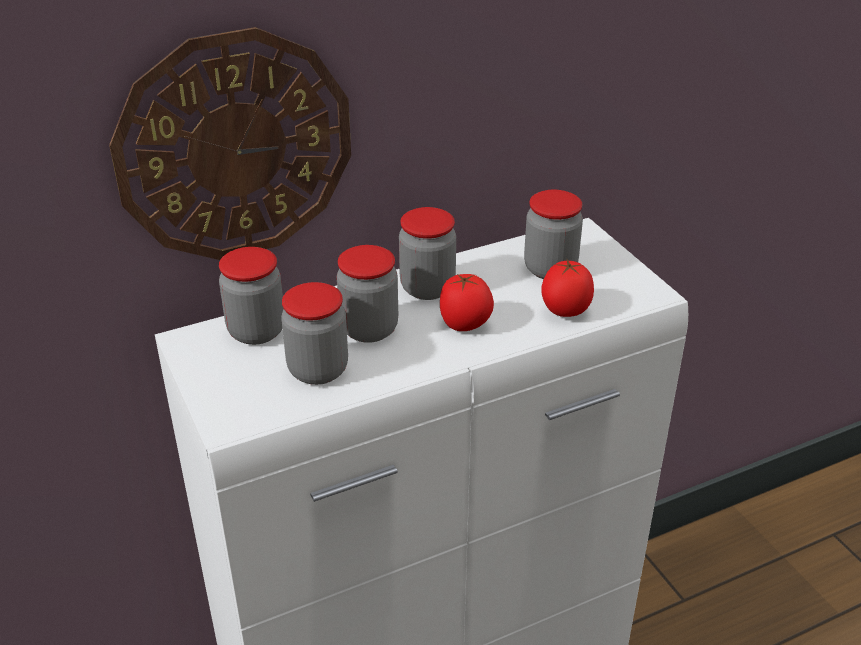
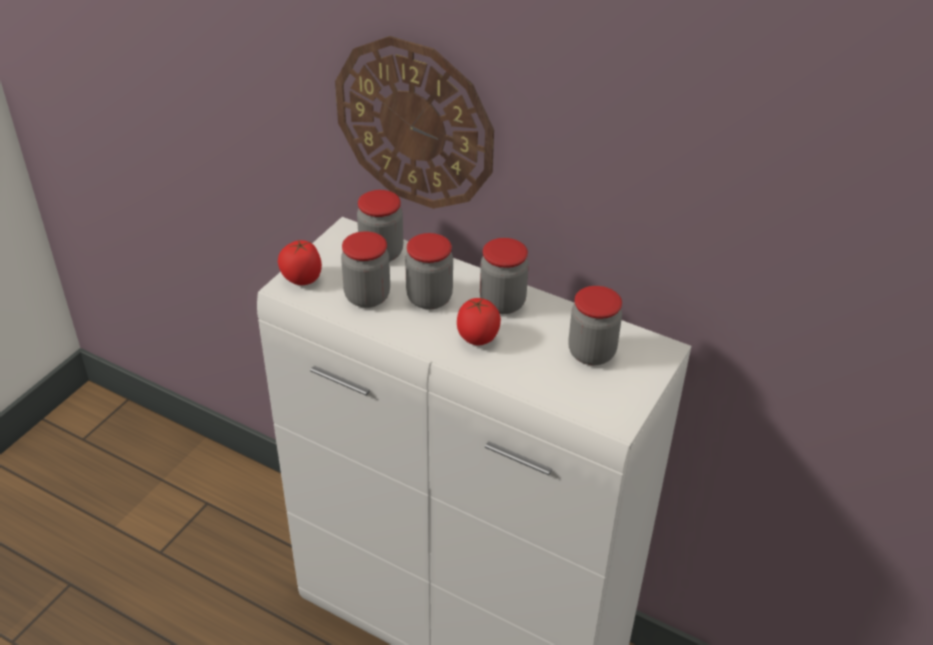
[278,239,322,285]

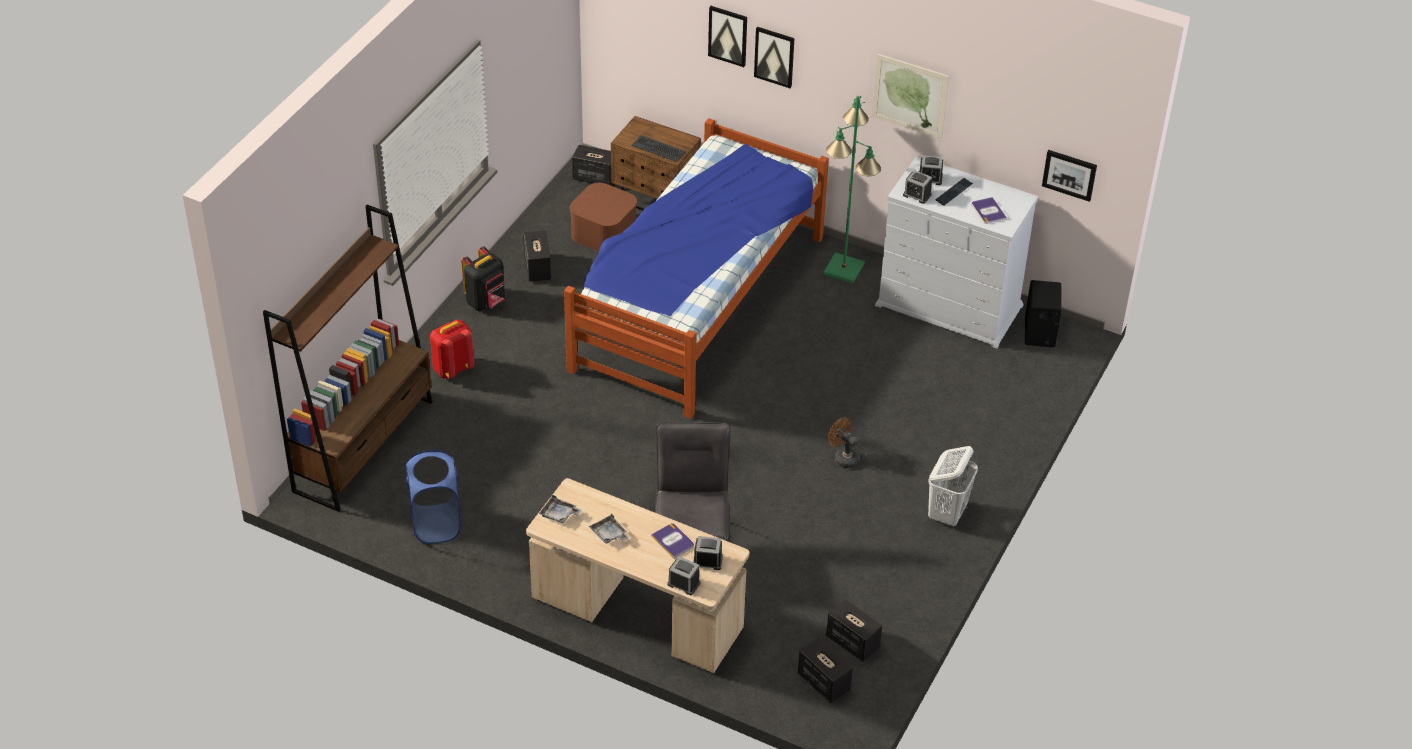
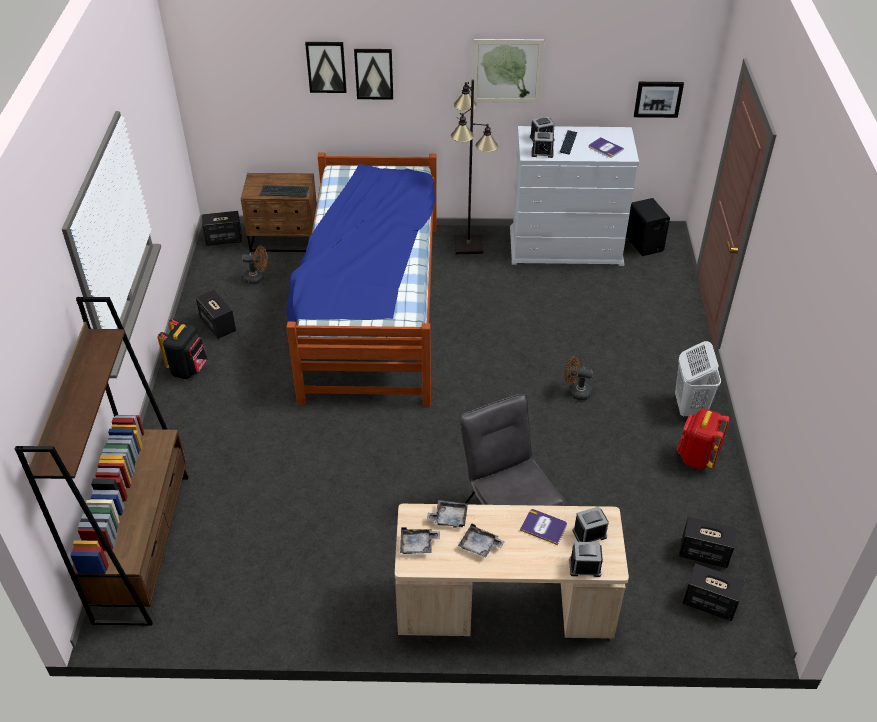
[242,246,268,284]
[427,500,468,528]
[451,79,498,254]
[676,408,730,470]
[406,450,461,544] (first image)

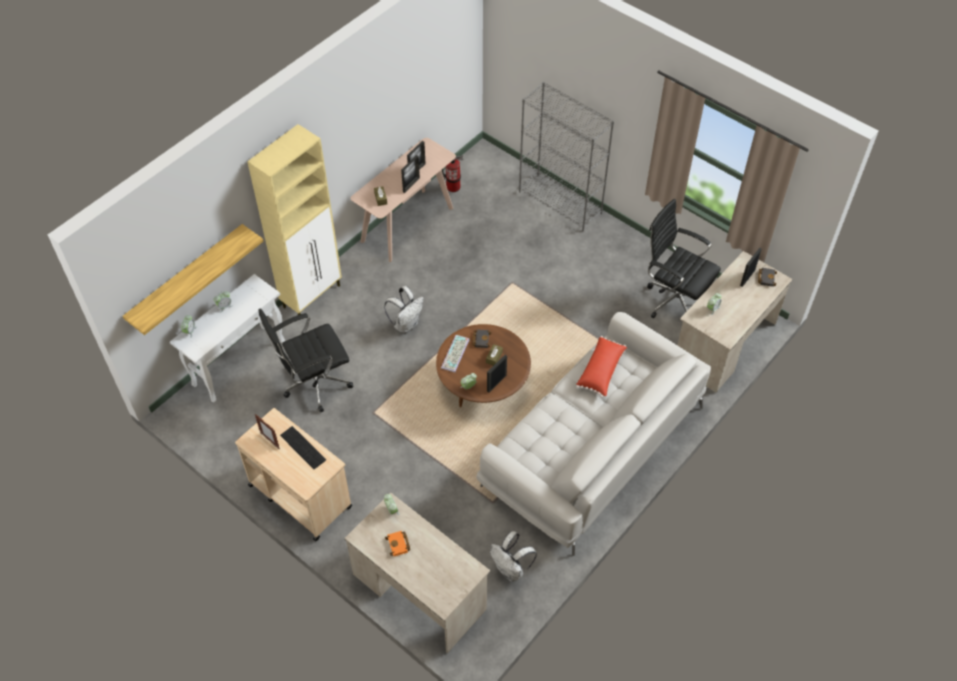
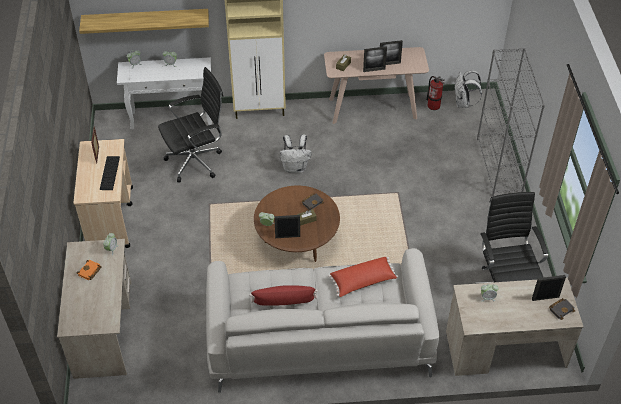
[158,67,223,182]
[249,285,318,306]
[454,70,482,108]
[441,335,470,372] (first image)

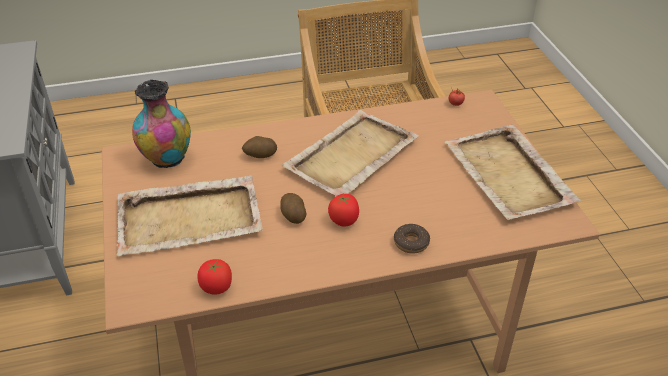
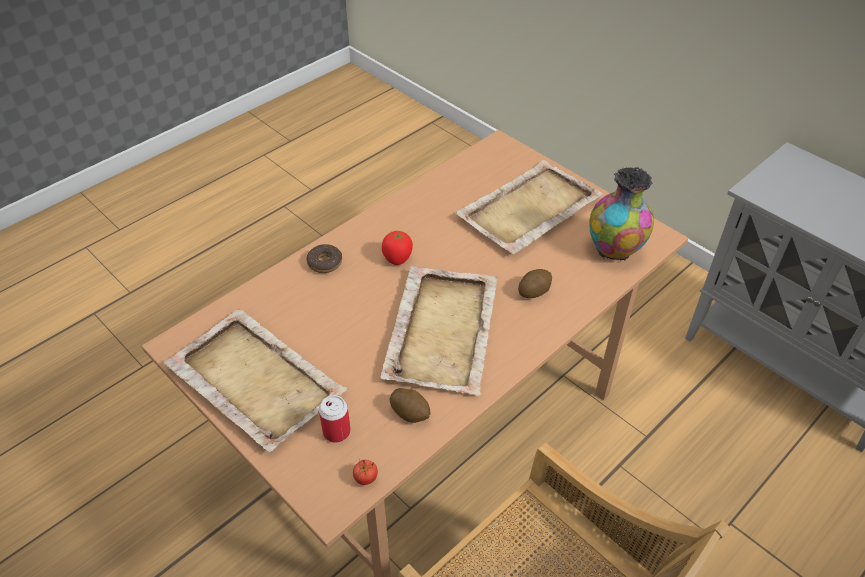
[319,395,351,442]
[390,388,431,423]
[198,259,232,295] (first image)

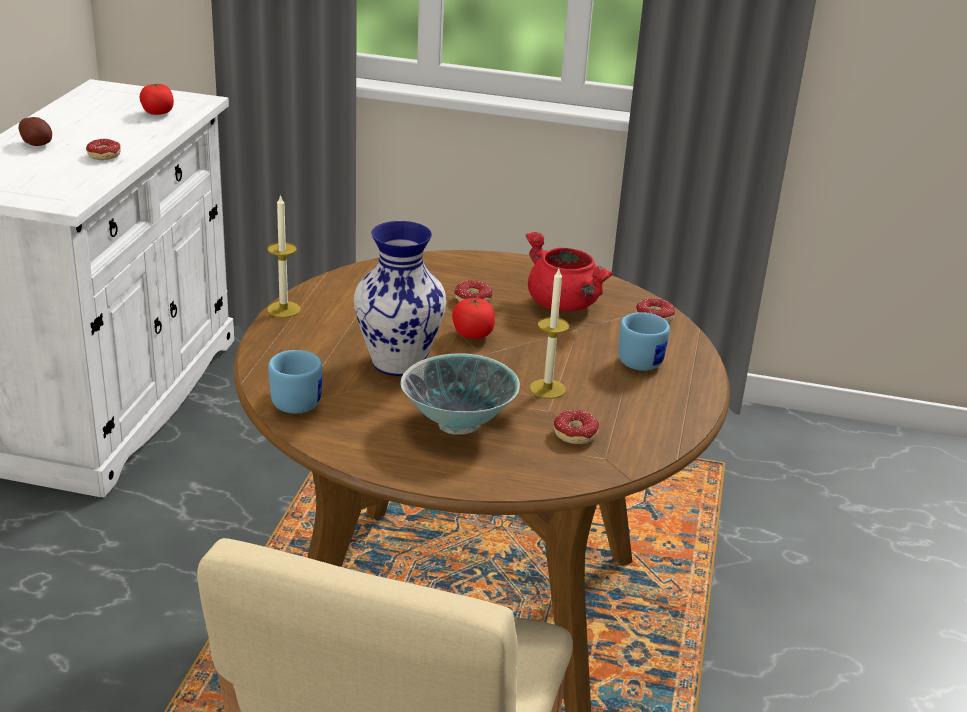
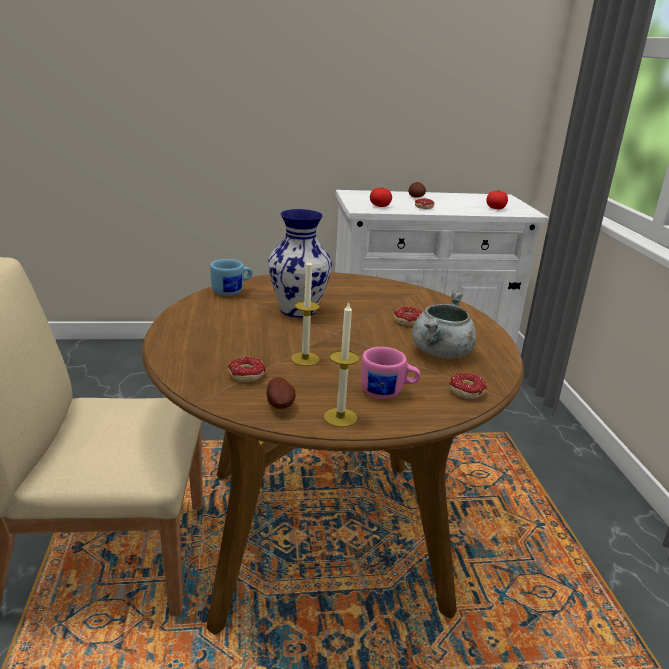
[267,377,296,409]
[324,301,360,427]
[361,347,420,399]
[370,187,392,207]
[412,289,476,358]
[400,353,520,435] (first image)

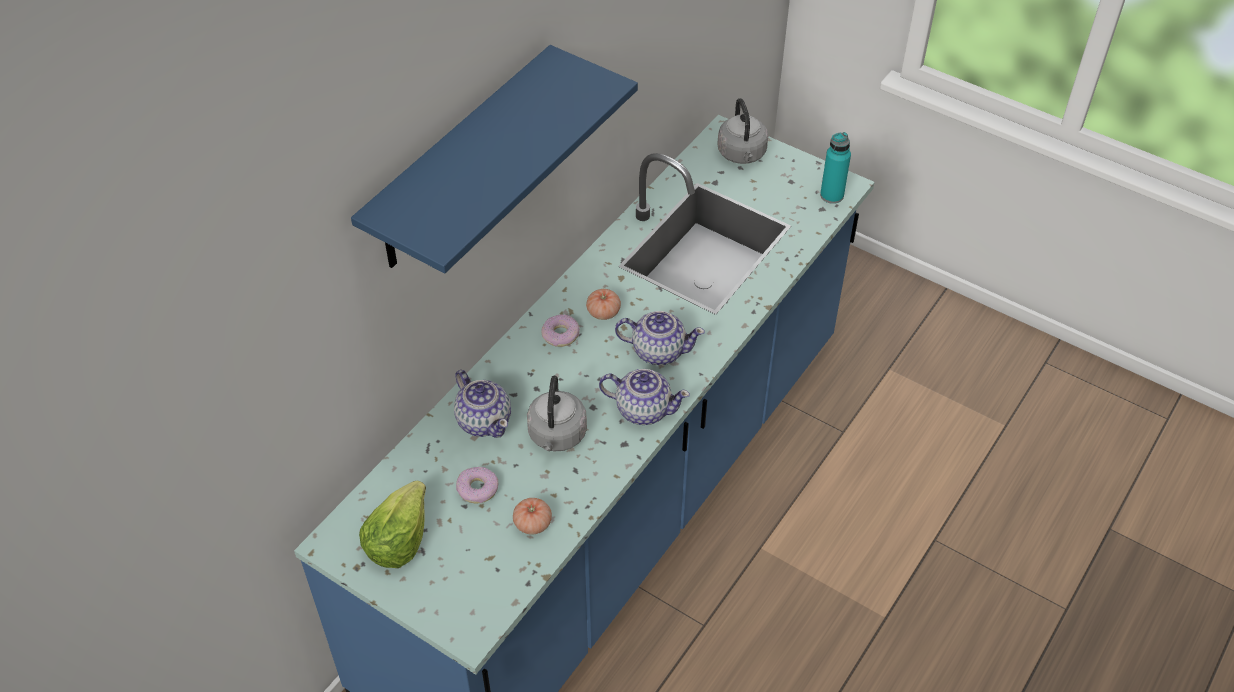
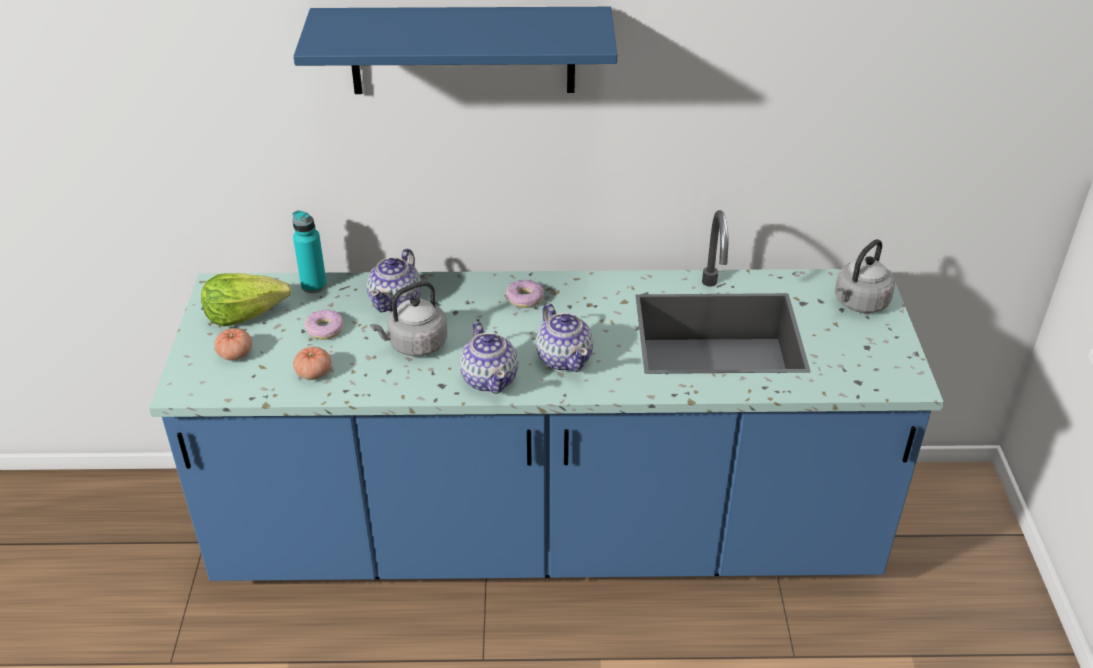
[214,328,252,360]
[292,210,327,293]

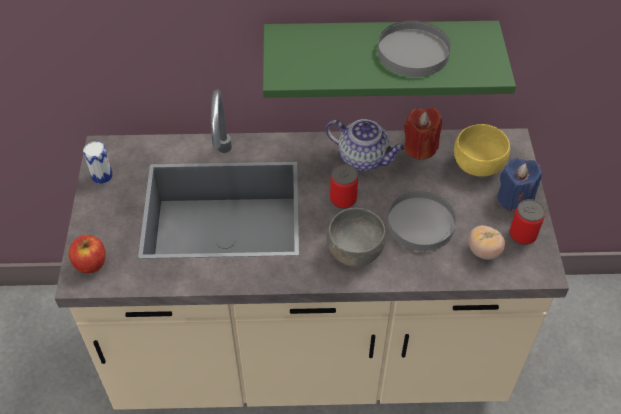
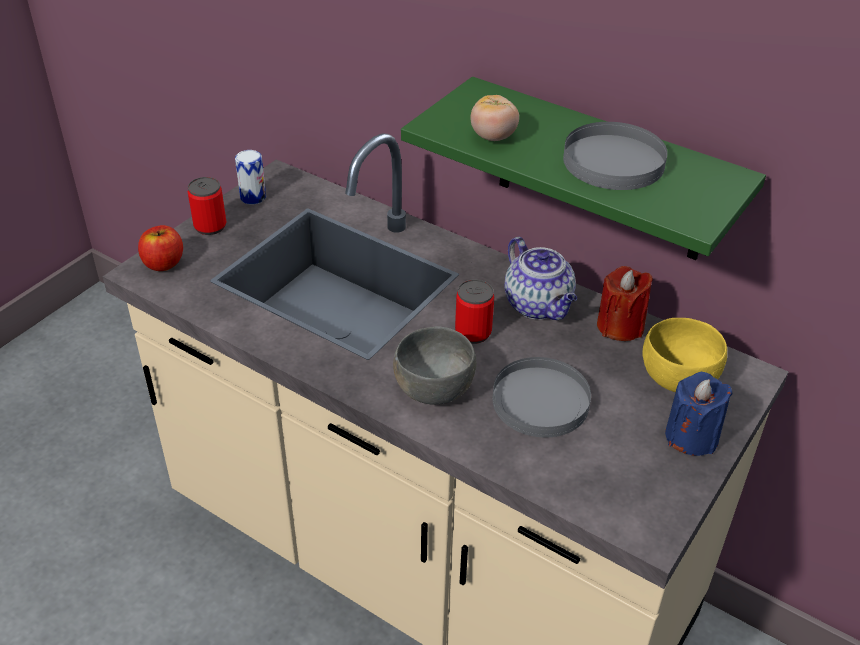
[188,177,226,235]
[470,95,519,141]

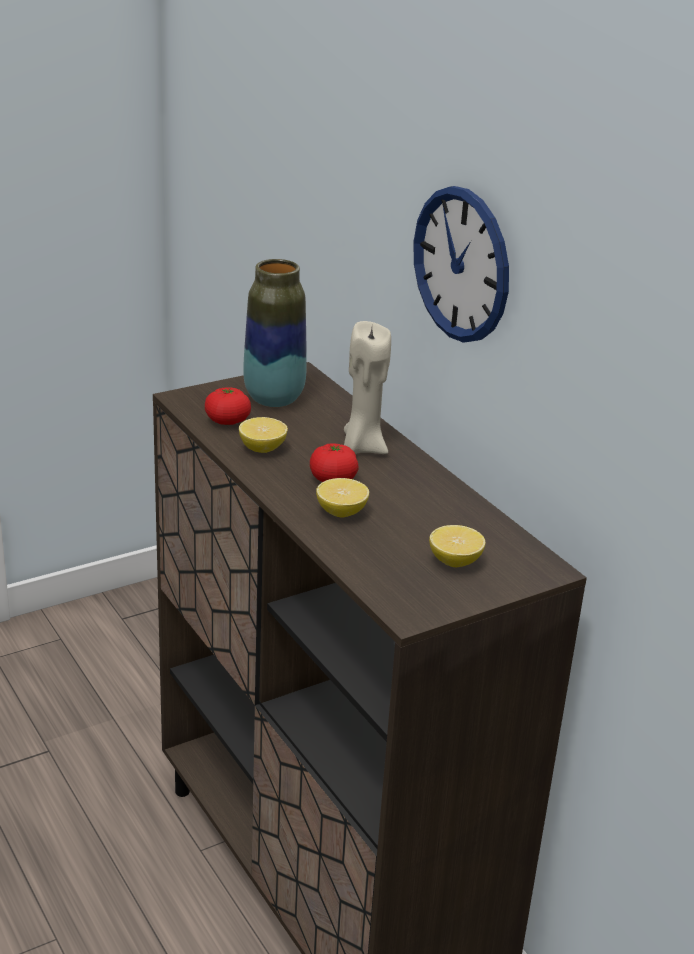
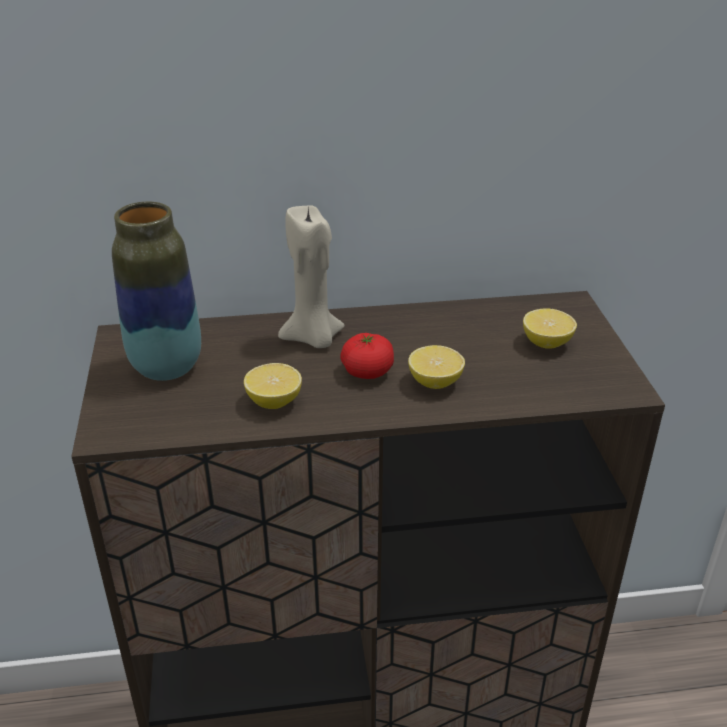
[205,387,251,425] (first image)
[414,186,509,343] (first image)

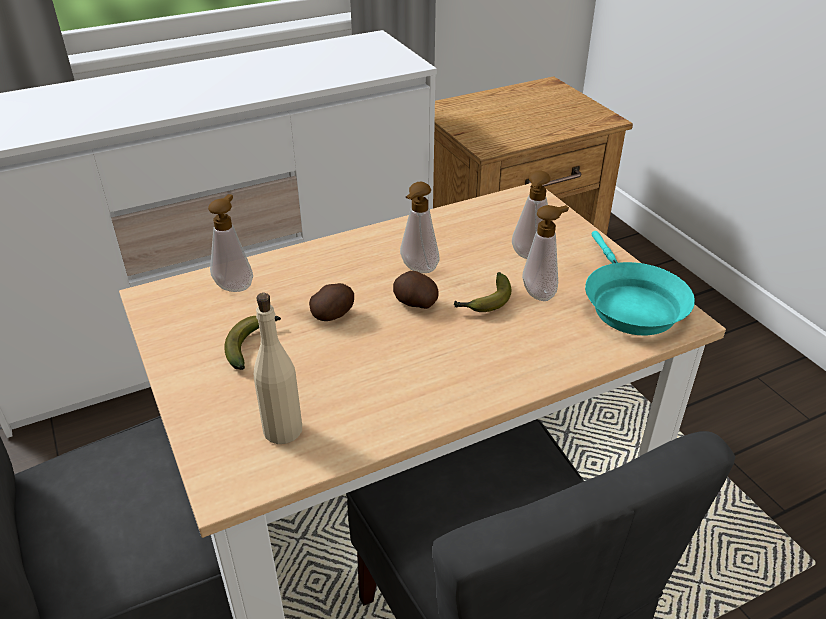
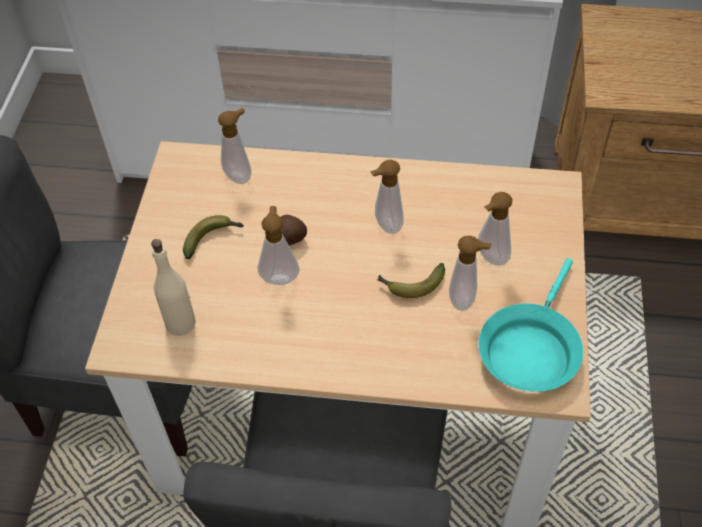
[258,206,300,285]
[393,271,439,309] (first image)

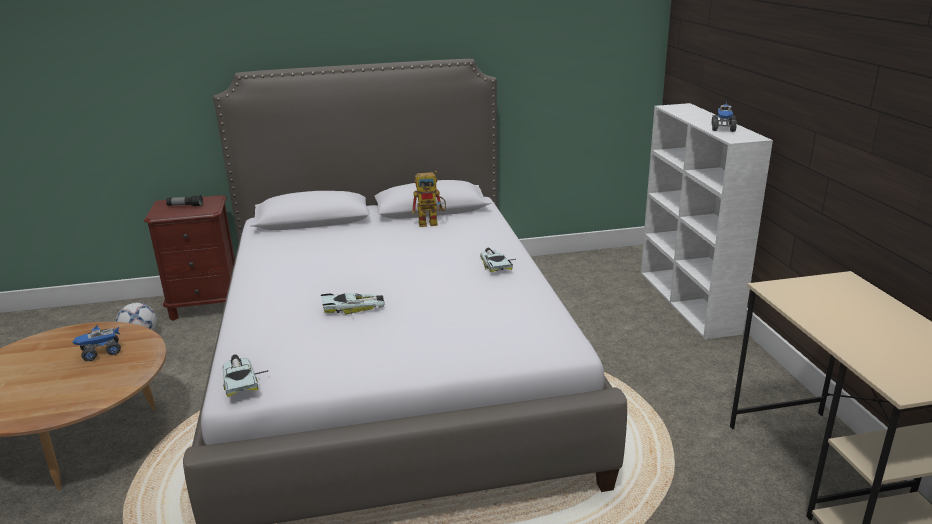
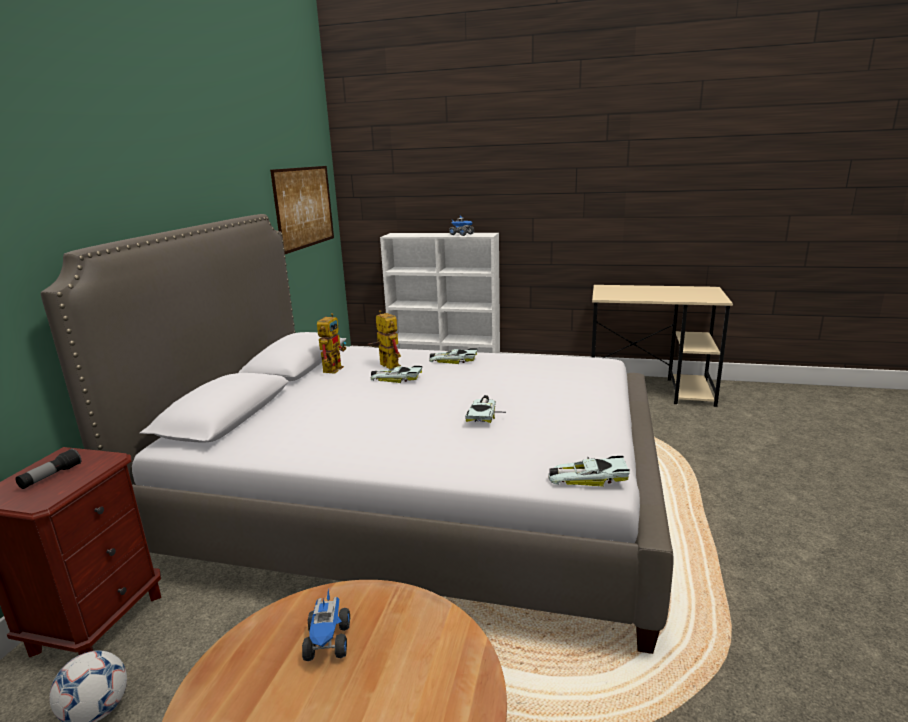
[270,166,334,254]
[367,310,401,369]
[371,366,422,383]

